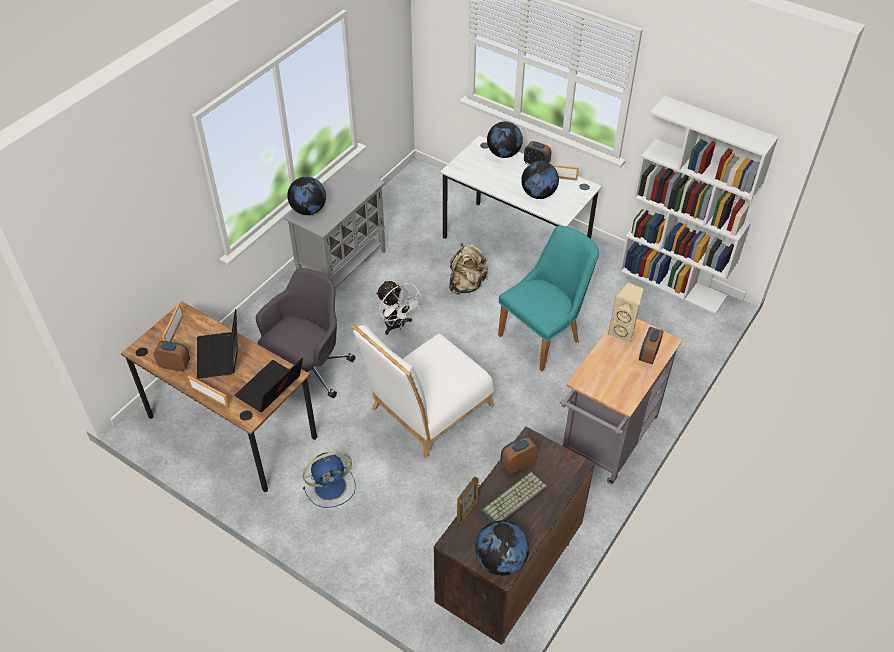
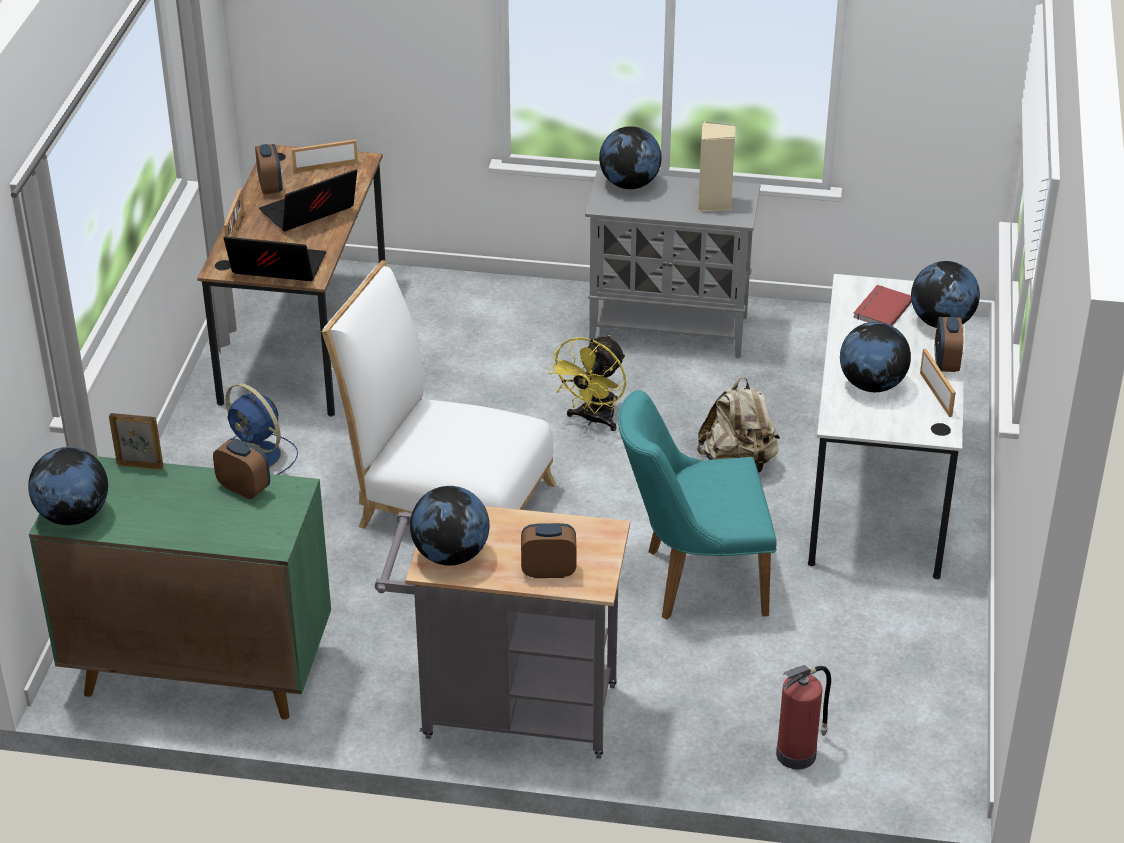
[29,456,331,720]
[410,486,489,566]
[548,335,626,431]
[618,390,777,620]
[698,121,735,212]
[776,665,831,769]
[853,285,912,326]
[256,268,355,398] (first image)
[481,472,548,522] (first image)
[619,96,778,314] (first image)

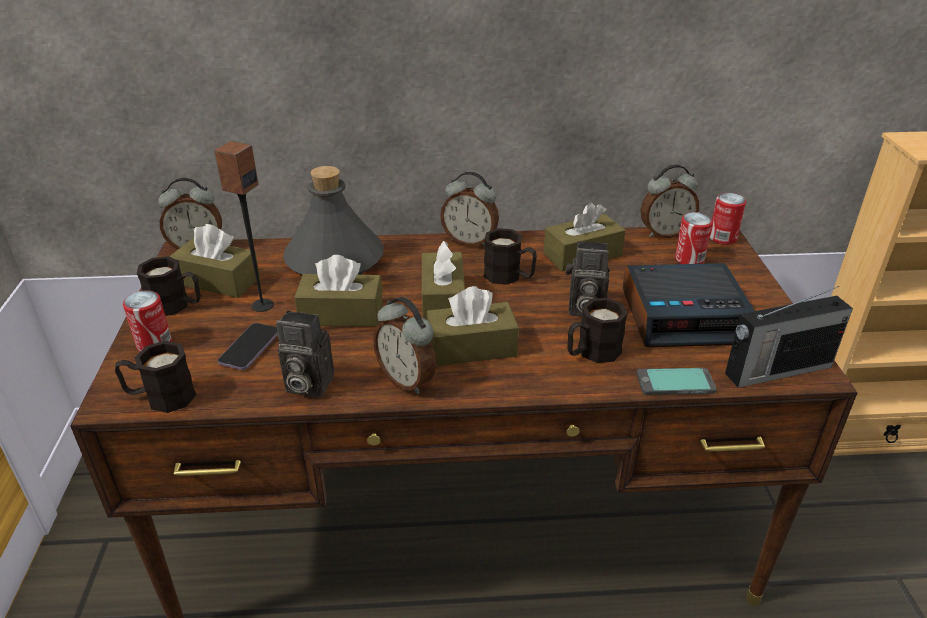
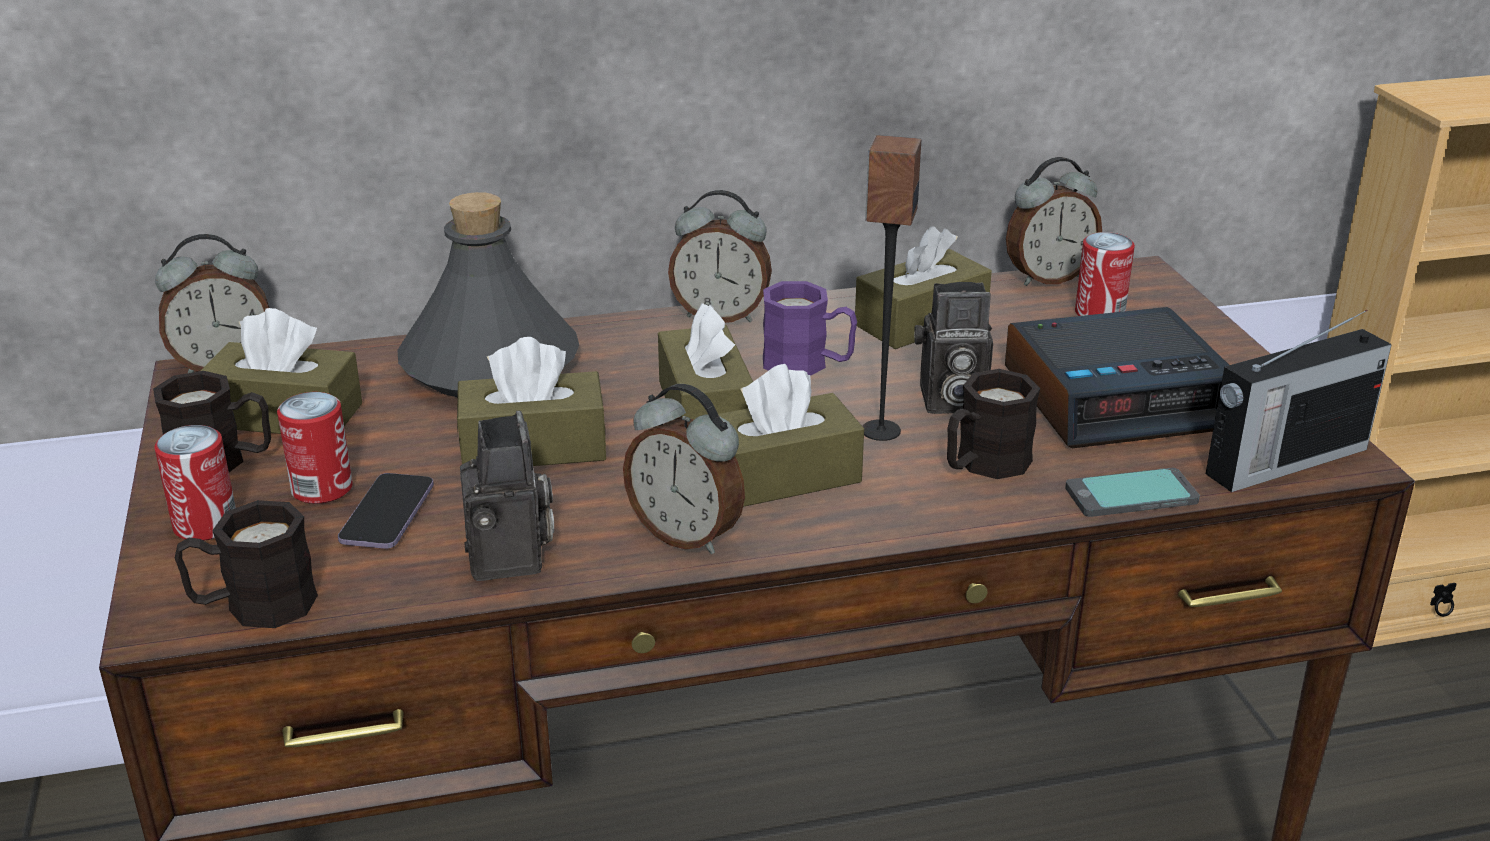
[277,392,353,504]
[460,411,554,581]
[763,281,857,376]
[863,135,921,441]

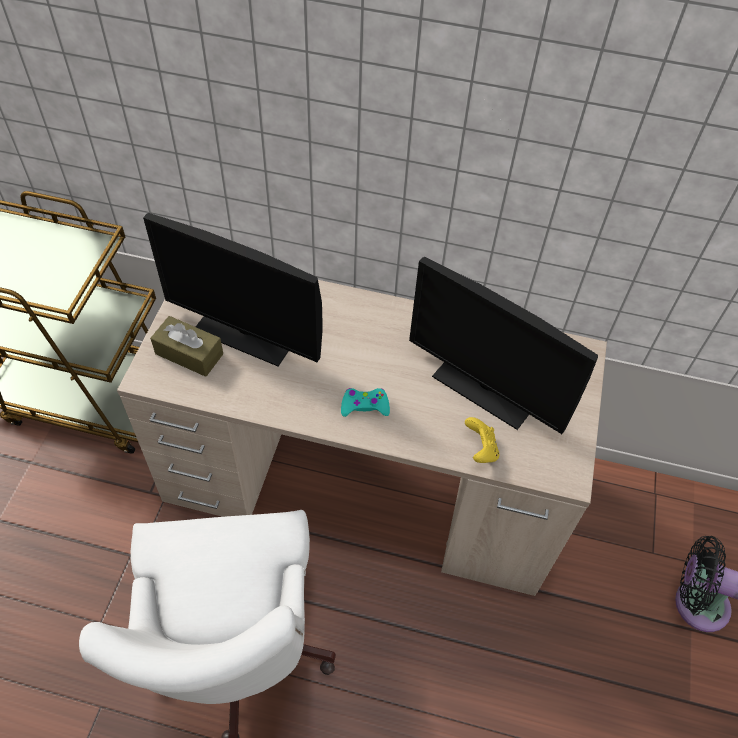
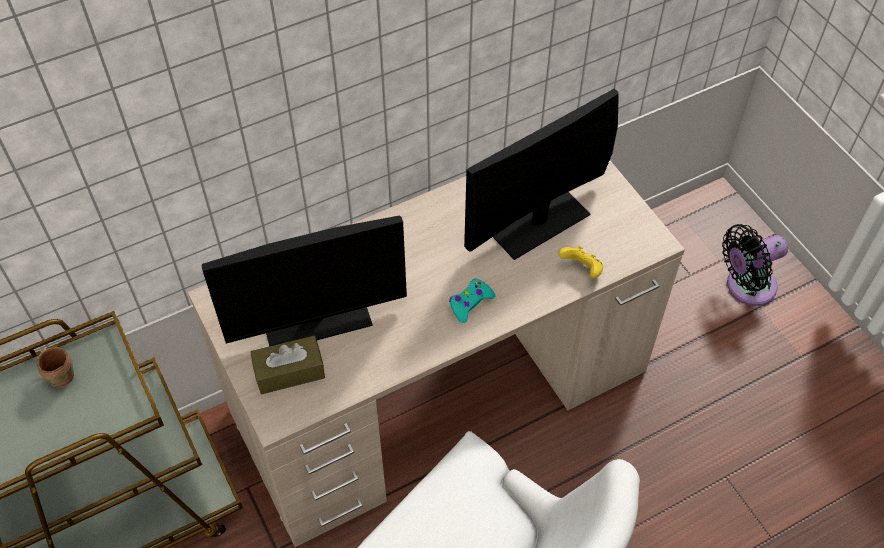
[37,347,74,387]
[464,88,619,260]

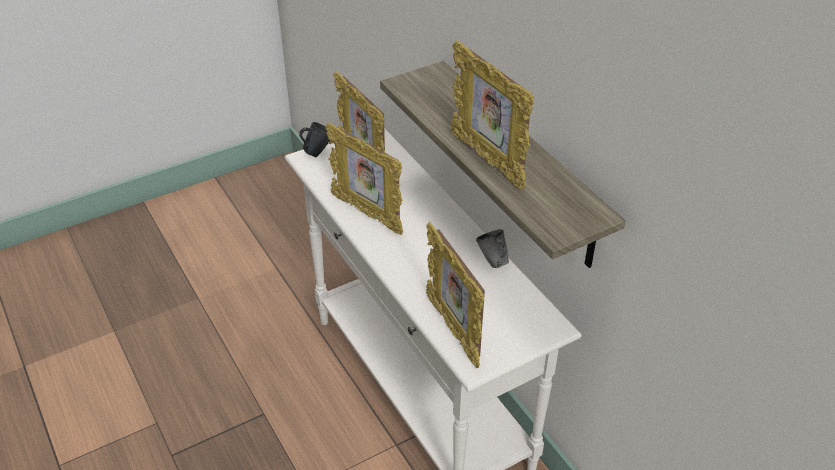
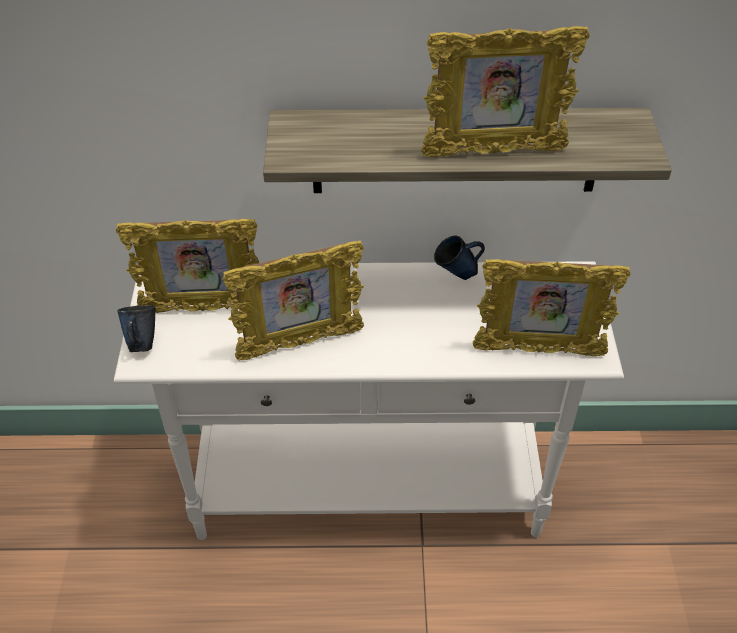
[434,235,485,280]

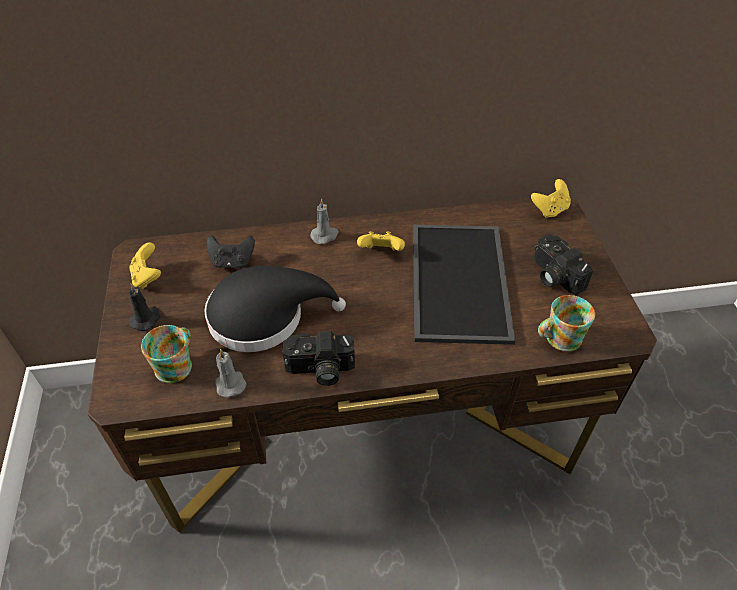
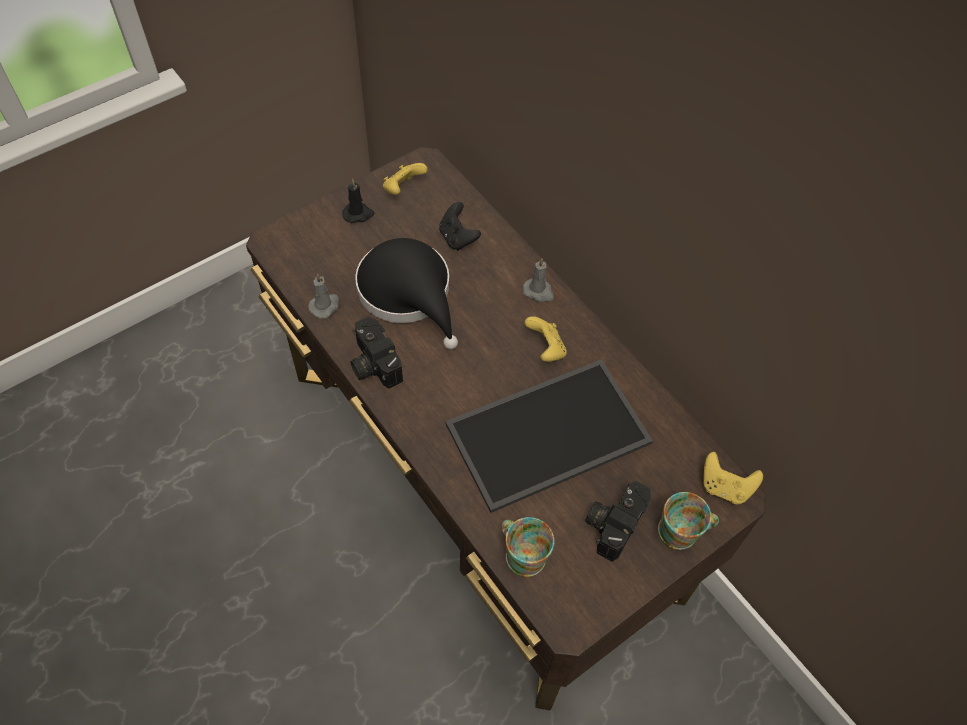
[658,492,719,550]

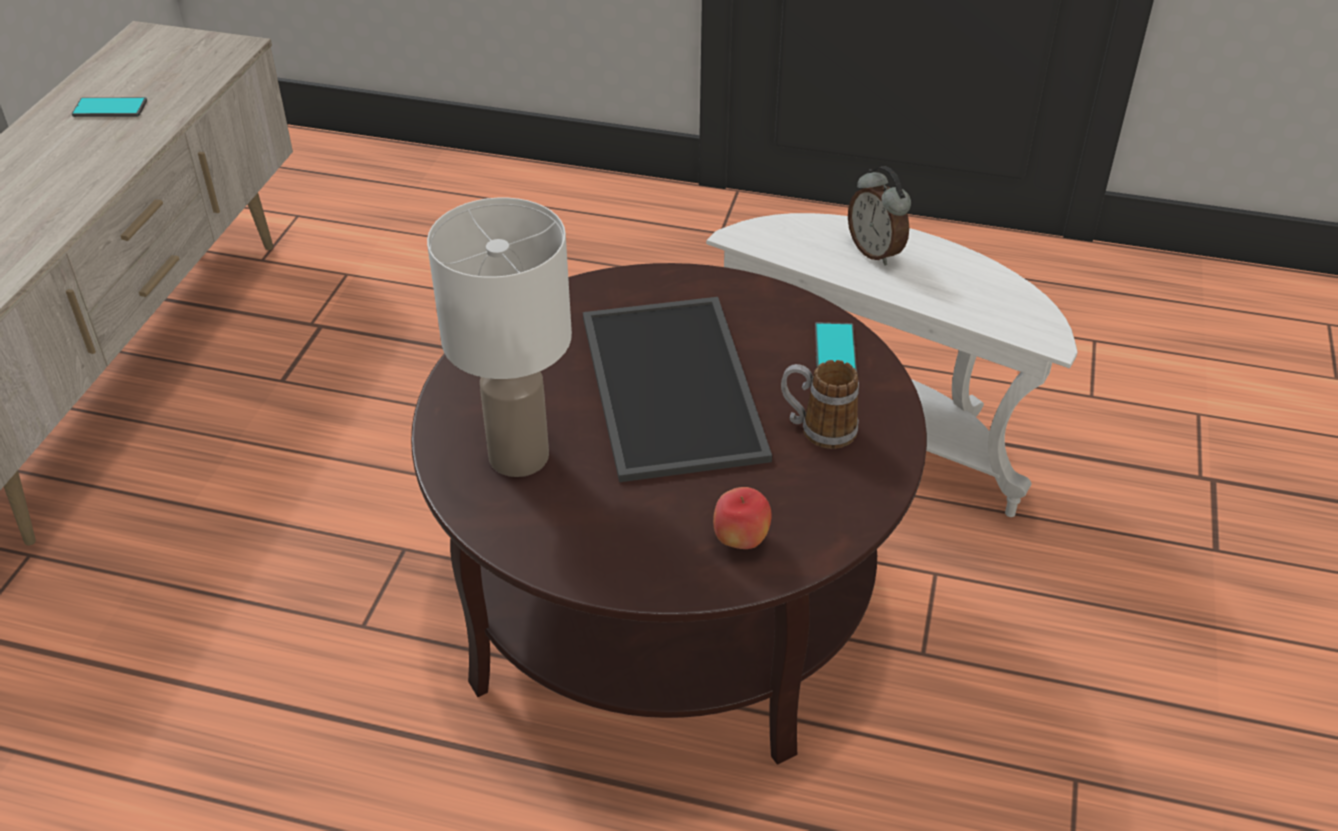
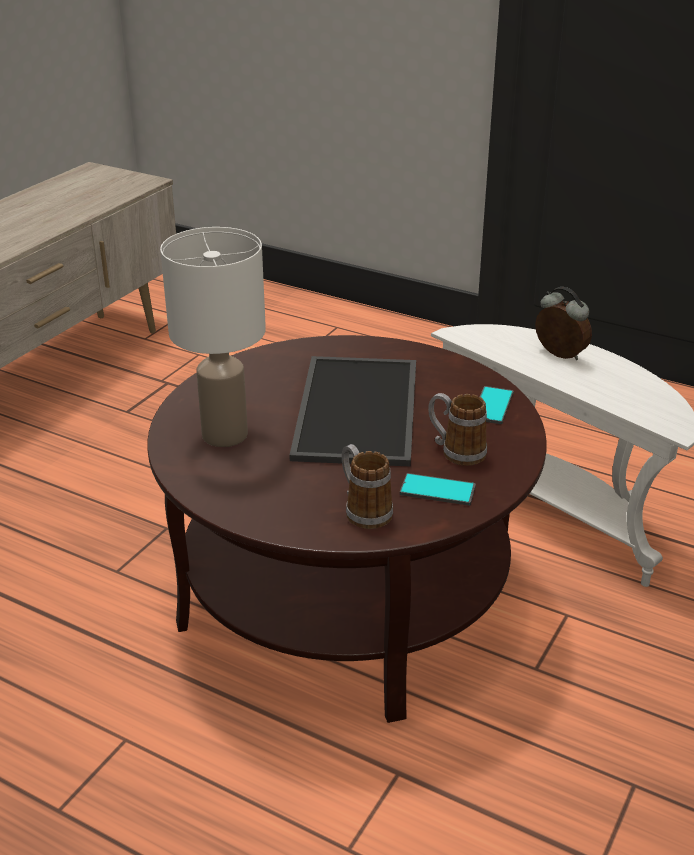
[342,444,393,529]
[400,473,476,506]
[535,287,592,360]

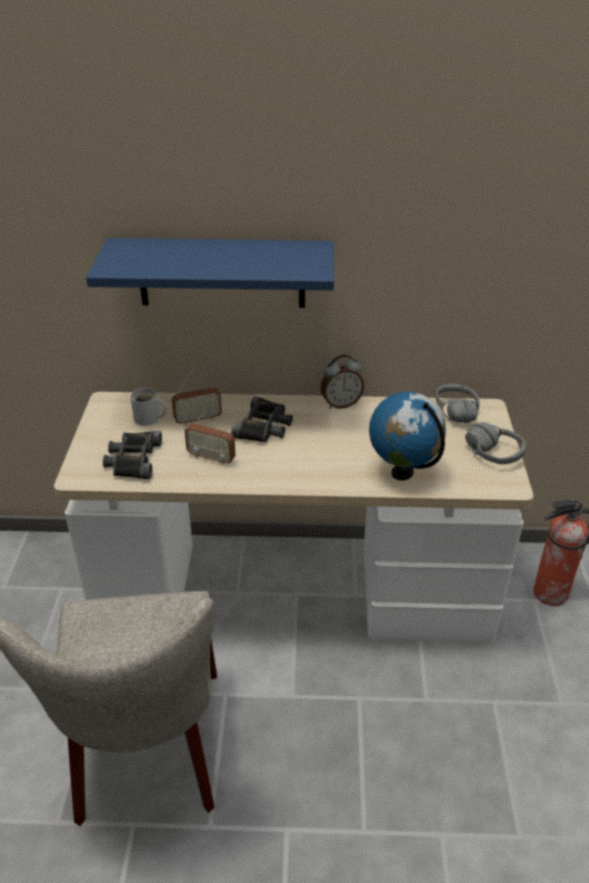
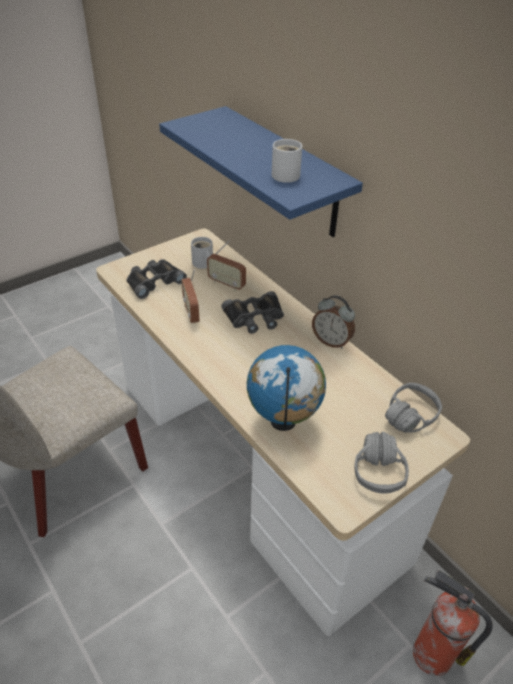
[272,139,302,183]

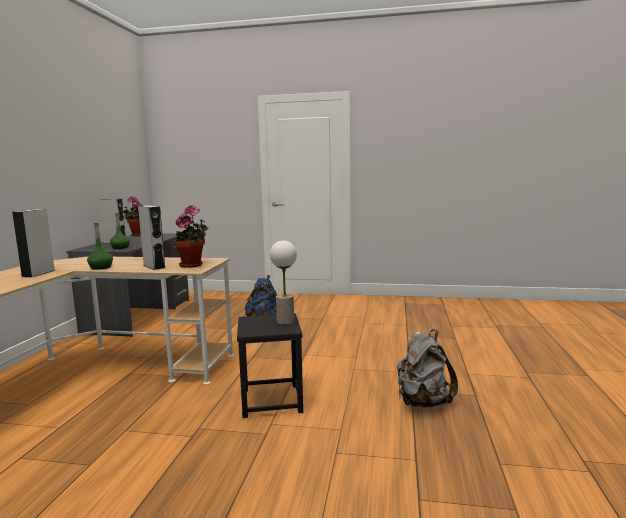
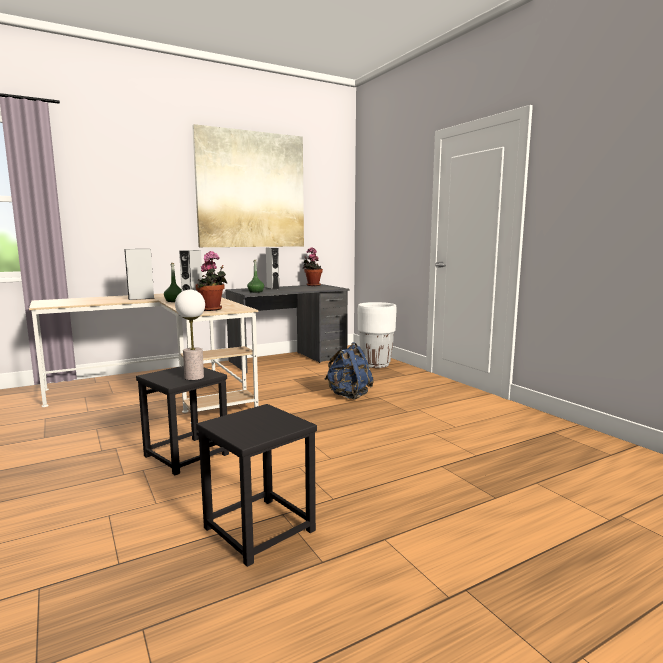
[192,124,304,247]
[196,404,317,567]
[358,302,396,368]

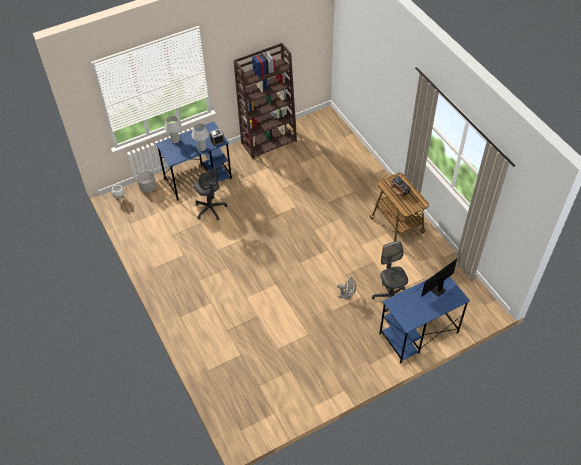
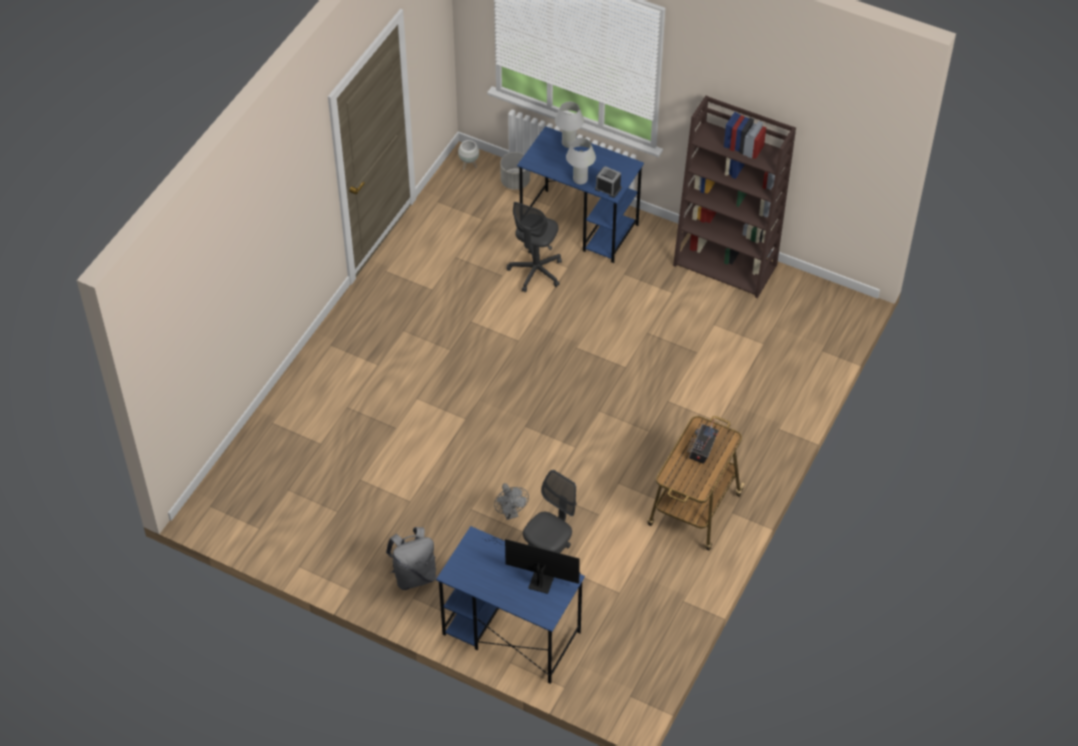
[386,527,436,590]

